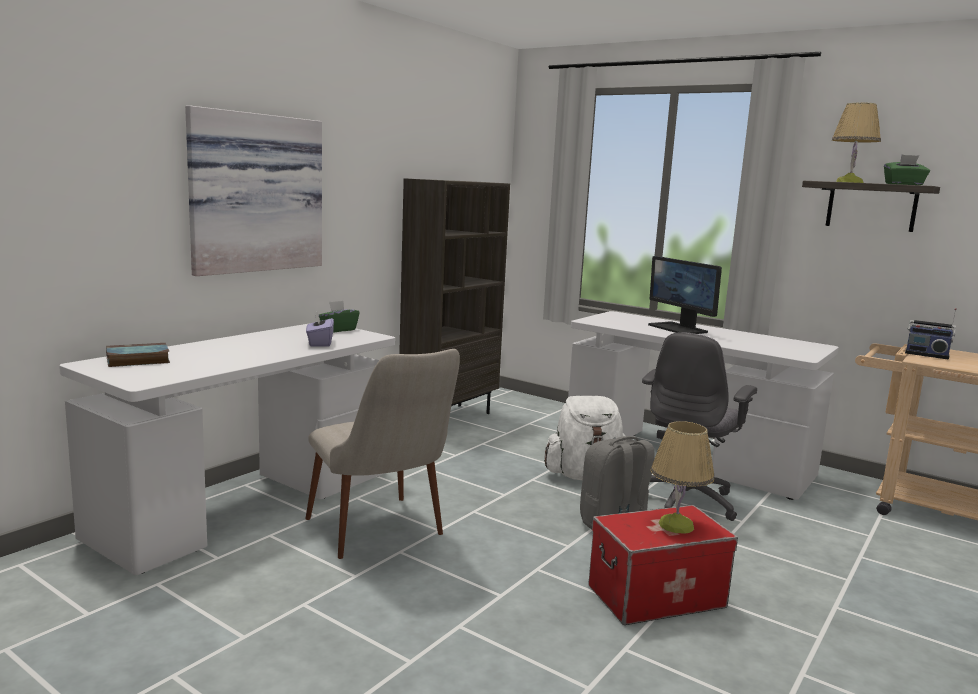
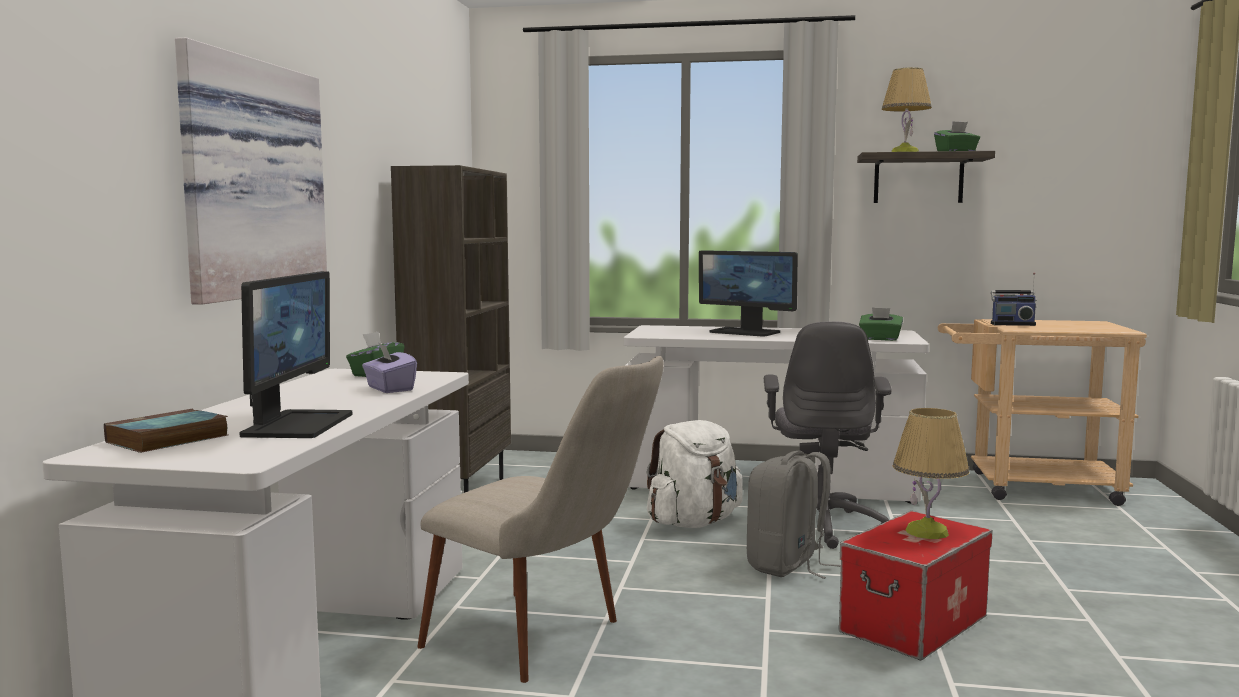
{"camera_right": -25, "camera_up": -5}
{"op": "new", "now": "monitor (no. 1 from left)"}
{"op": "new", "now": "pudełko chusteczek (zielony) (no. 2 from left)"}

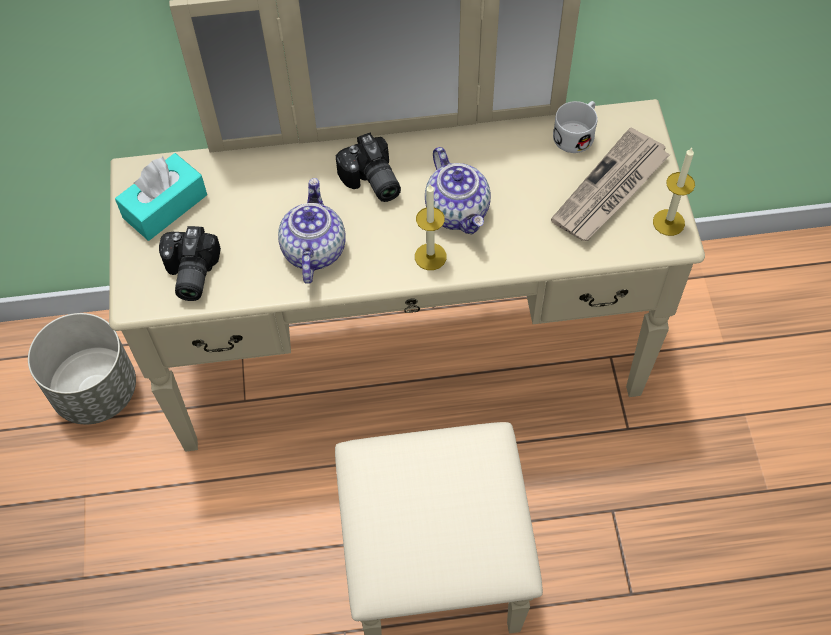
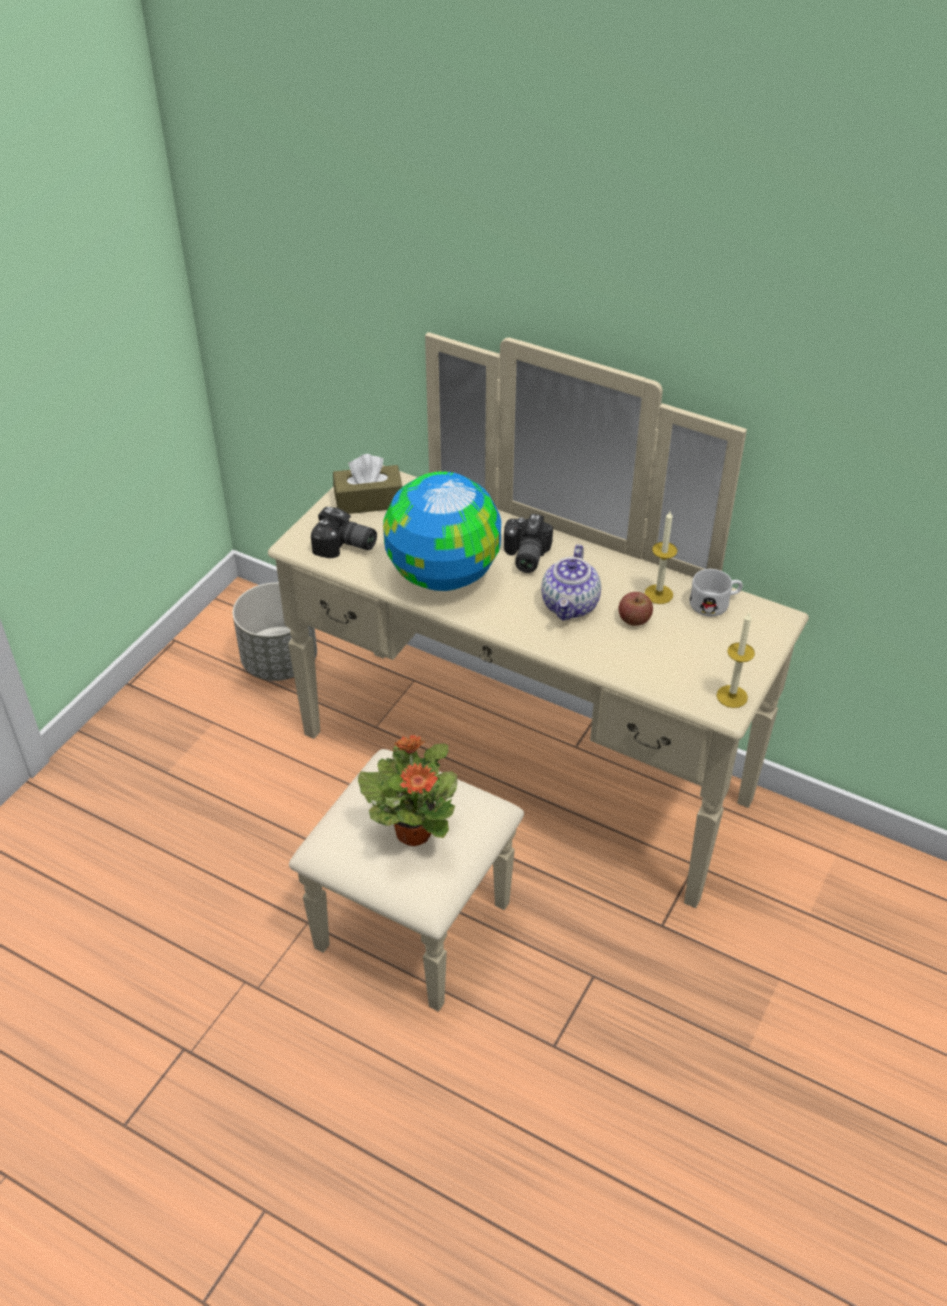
{"camera_right": 35, "camera_up": -15}
{"op": "gone", "was": "gazeta"}
{"op": "new", "now": "roślina doniczkowa"}
{"op": "new", "now": "jabłko"}
{"op": "shifted", "was": "świeca (no. 1 from left)"}
{"op": "swapped", "was": "imbryk (no. 1 from left)", "now": "globus"}
{"op": "repainted", "was": "pudełko chusteczek (turkusowy)", "now": "pudełko chusteczek (brązowy)"}
{"op": "rotated", "was": "aparat fotograficzny (no. 1 from left)", "clockwise": -105}

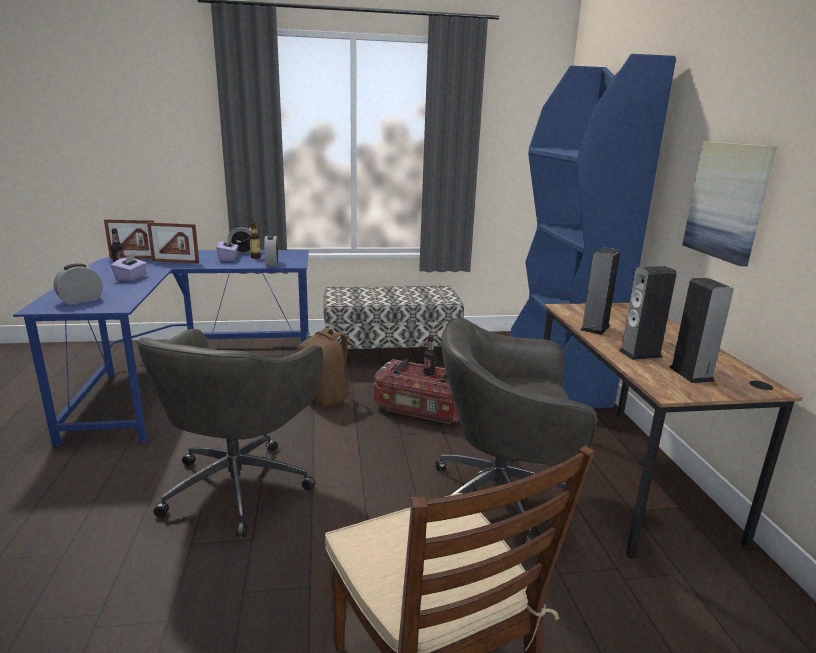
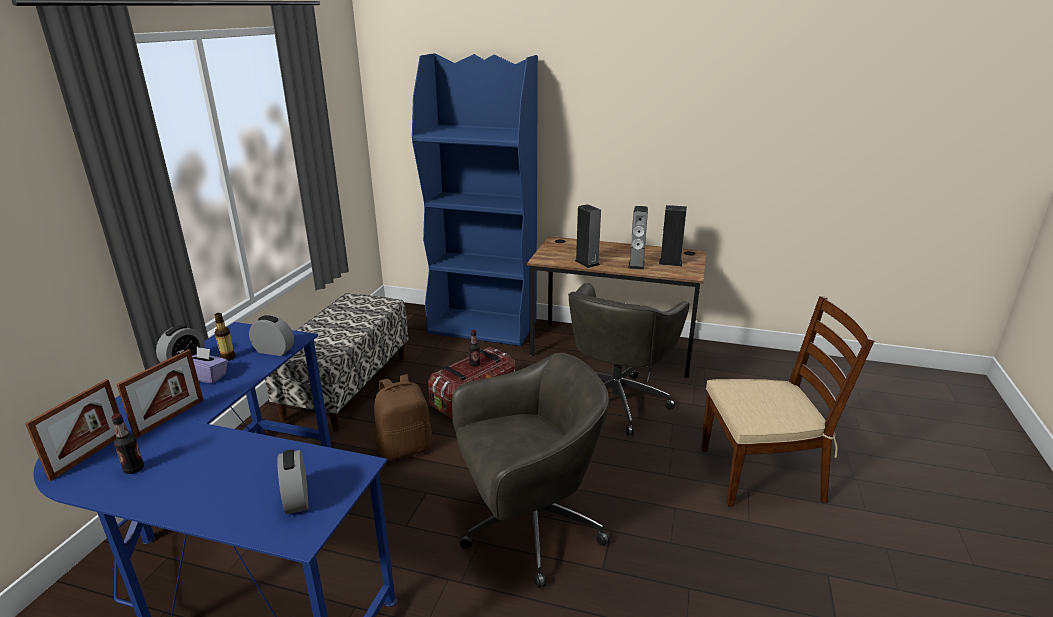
{"camera_right": -65, "camera_up": 5}
{"op": "gone", "was": "pudełko chusteczek (fioletowy) (no. 1 from left)"}
{"op": "gone", "was": "obraz"}
{"op": "rotated", "was": "krzesło biurowe (szary) (no. 1 from left)", "clockwise": -60}

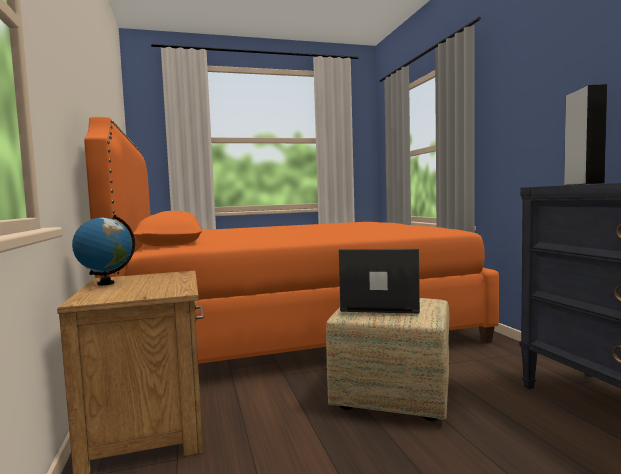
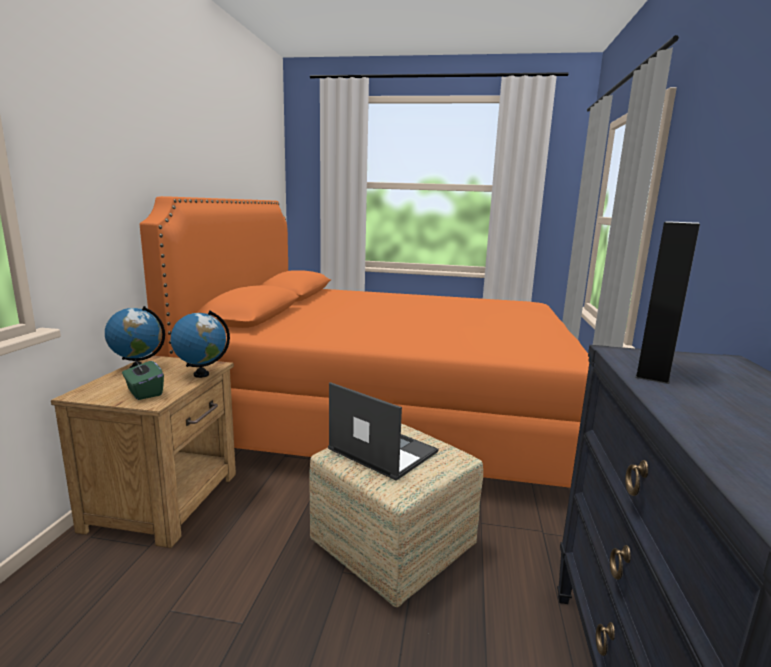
{"camera_right": 25, "camera_up": 10}
{"op": "new", "now": "pudełko chusteczek (zielony)"}
{"op": "new", "now": "globus (no. 2 from left)"}

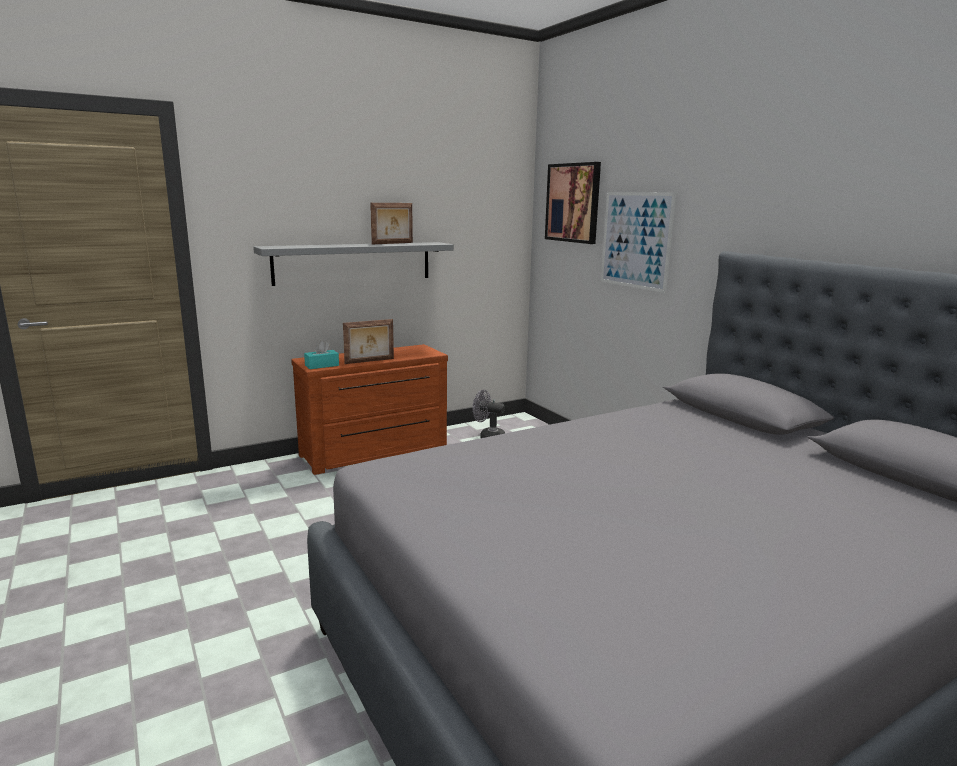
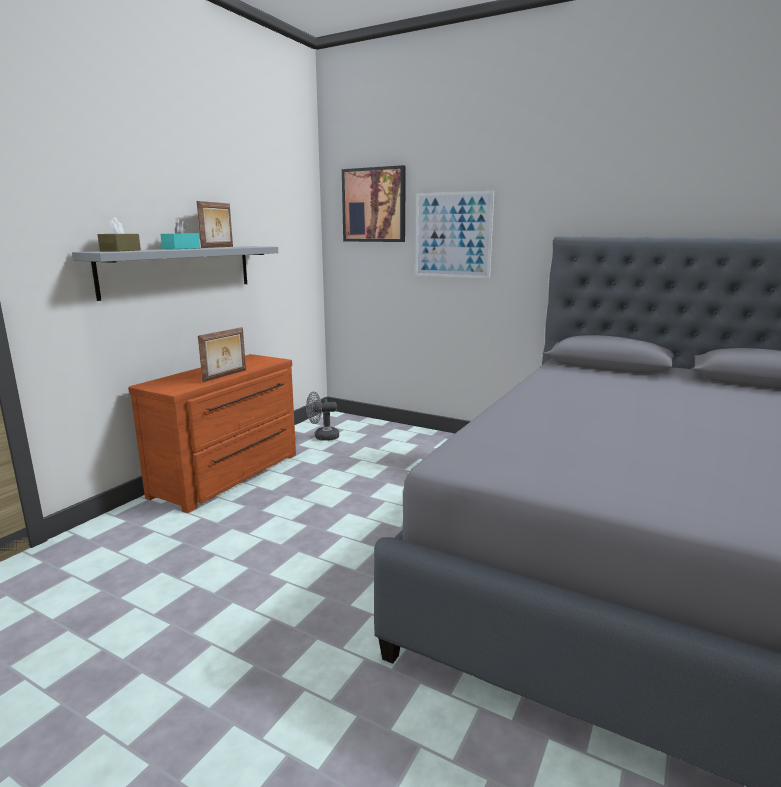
{"camera_right": -30, "camera_up": 0}
{"op": "new", "now": "pudełko chusteczek (brązowy)"}
{"op": "shifted", "was": "pudełko chusteczek (turkusowy)"}

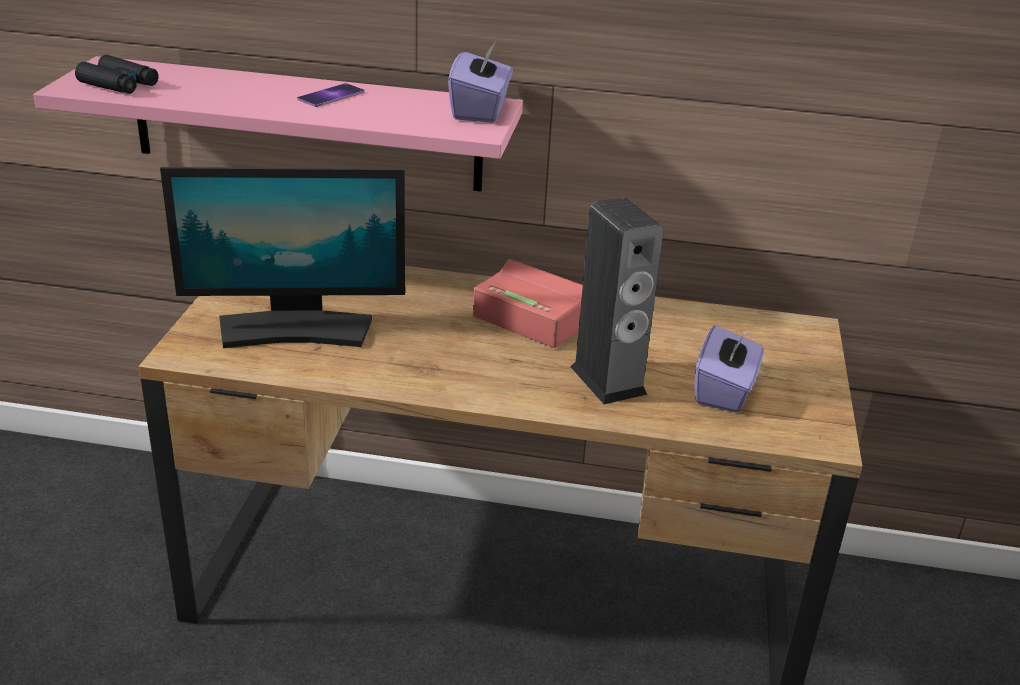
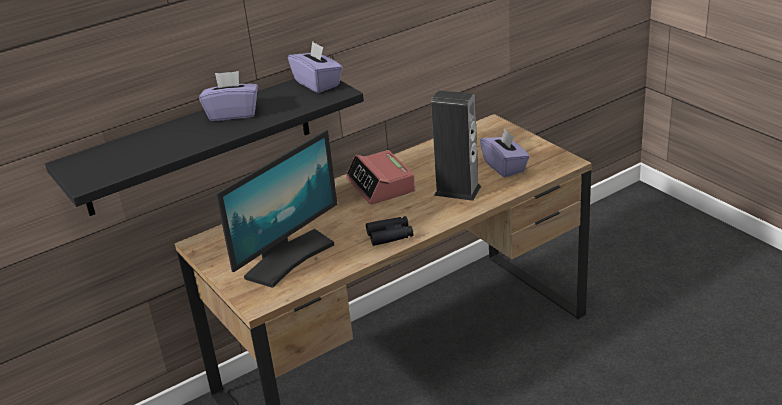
{"camera_right": -40, "camera_up": 0}
{"op": "shifted", "was": "lornetka (czarny)"}
{"op": "swapped", "was": "telefon", "now": "pudełko chusteczek (fioletowy) (no. 1 from left)"}
{"op": "repainted", "was": "półka (różowy)", "now": "półka (czarny)"}
{"op": "rotated", "was": "budzik", "clockwise": -105}

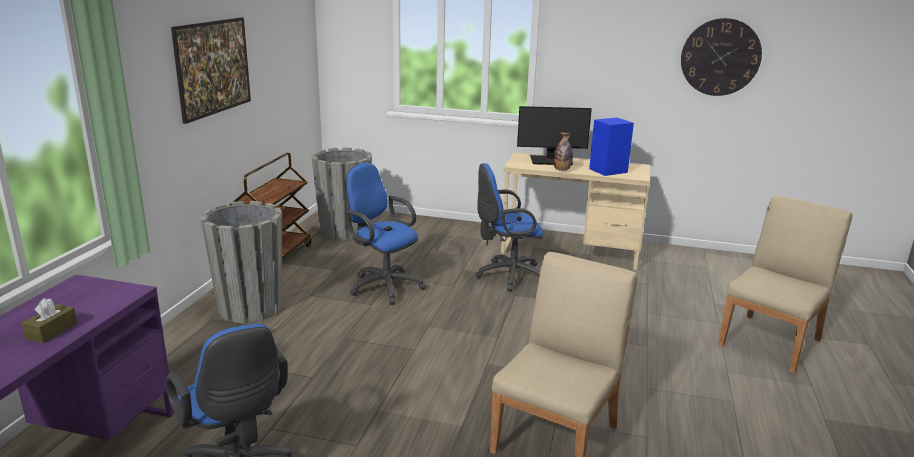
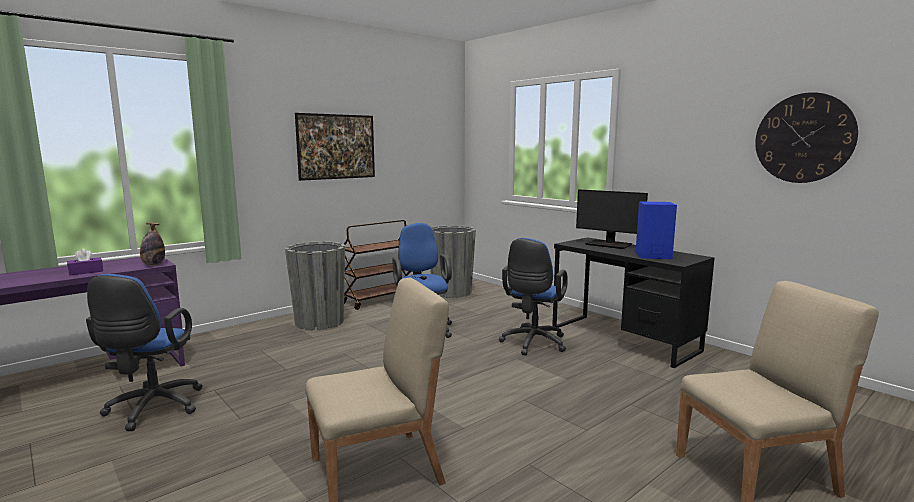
{"camera_right": 35, "camera_up": -10}
{"op": "shifted", "was": "butelka"}
{"op": "repainted", "was": "pudełko chusteczek (brązowy)", "now": "pudełko chusteczek (fioletowy)"}
{"op": "repainted", "was": "biurko (beżowy)", "now": "biurko (czarny)"}
{"op": "rotated", "was": "krzesło biurowe (niebieski) (no. 3 from left)", "clockwise": -90}

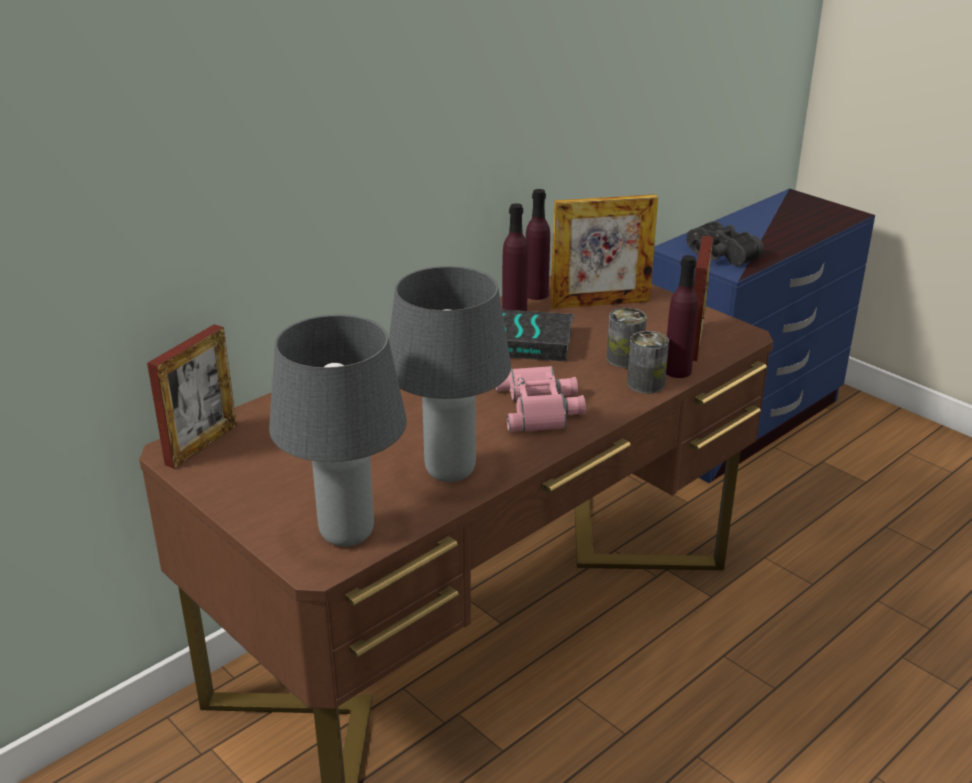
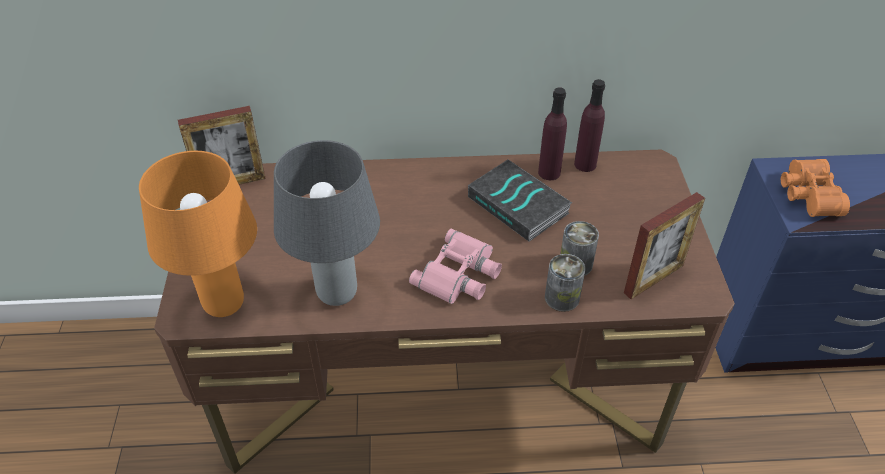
{"camera_right": 40, "camera_up": 15}
{"op": "gone", "was": "ramka na zdjęcie (no. 2 from left)"}
{"op": "gone", "was": "butelka (fioletowy) (no. 3 from left)"}
{"op": "repainted", "was": "lampa stołowa (szary) (no. 1 from left)", "now": "lampa stołowa (pomarańczowy)"}
{"op": "repainted", "was": "lornetka (czarny)", "now": "lornetka (pomarańczowy)"}

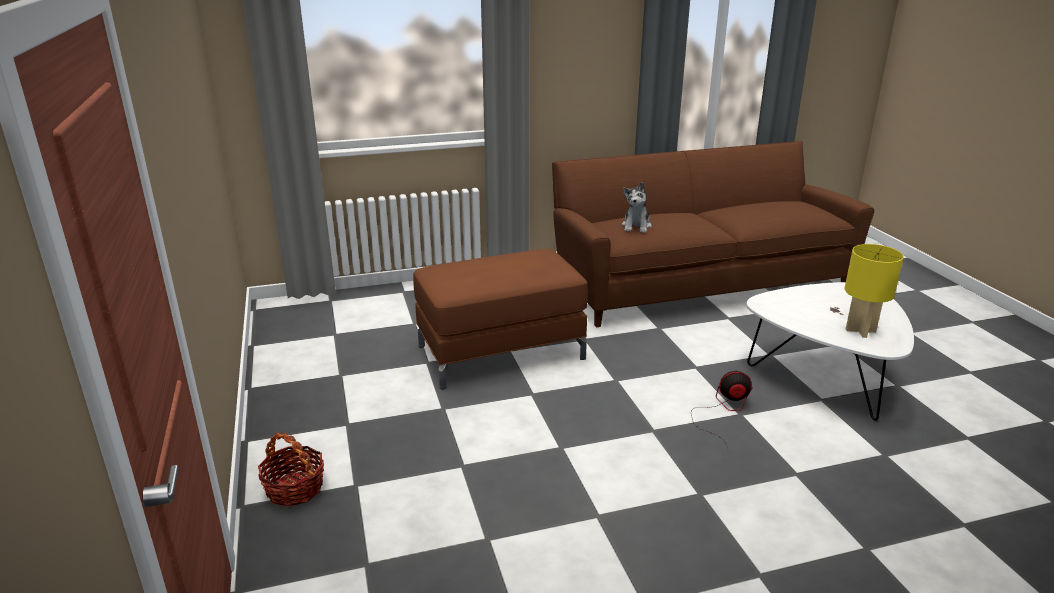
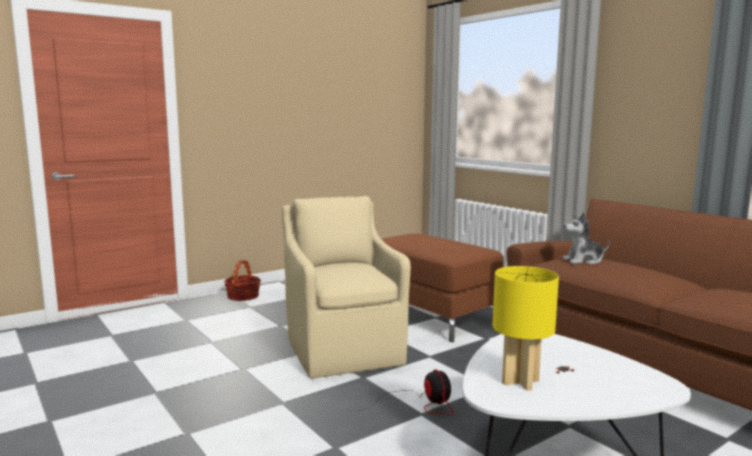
{"camera_right": 70, "camera_up": -15}
{"op": "new", "now": "fotel (beżowy)"}

